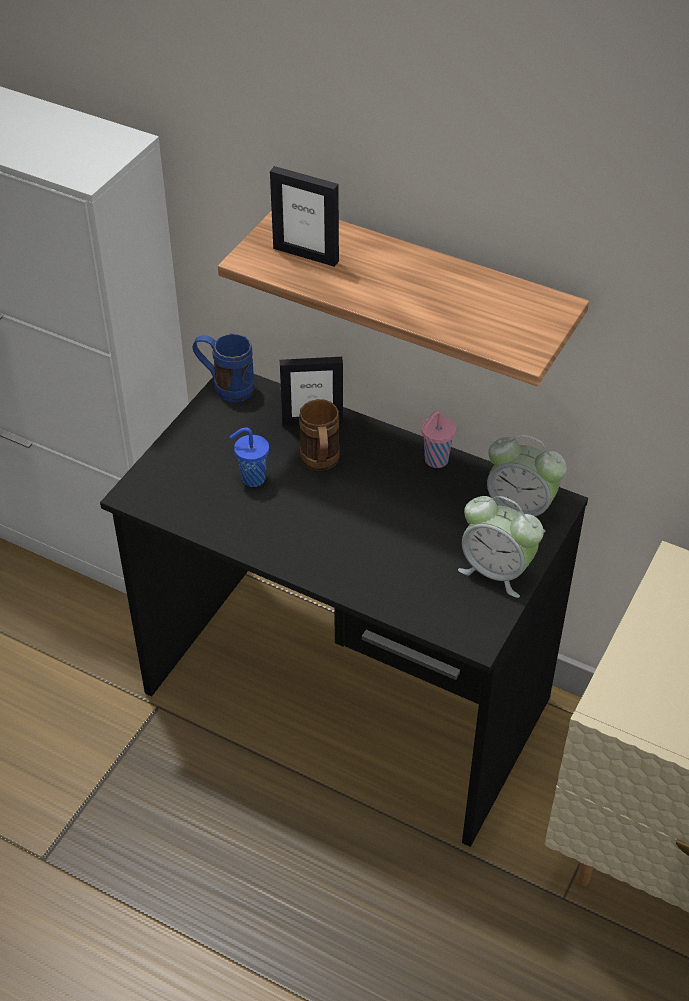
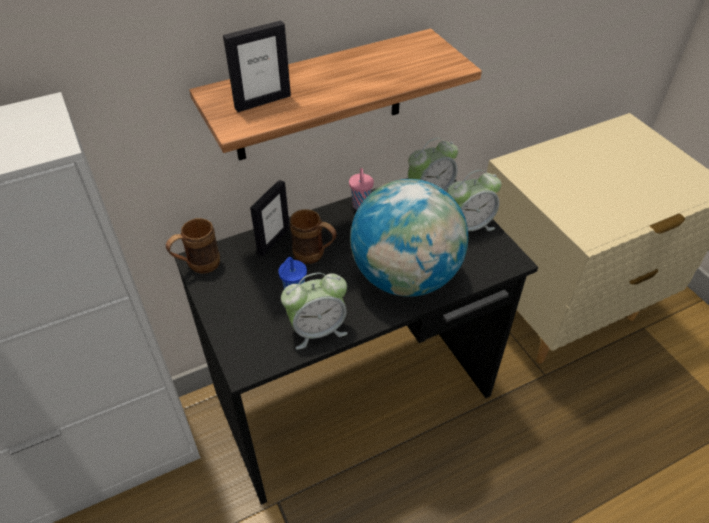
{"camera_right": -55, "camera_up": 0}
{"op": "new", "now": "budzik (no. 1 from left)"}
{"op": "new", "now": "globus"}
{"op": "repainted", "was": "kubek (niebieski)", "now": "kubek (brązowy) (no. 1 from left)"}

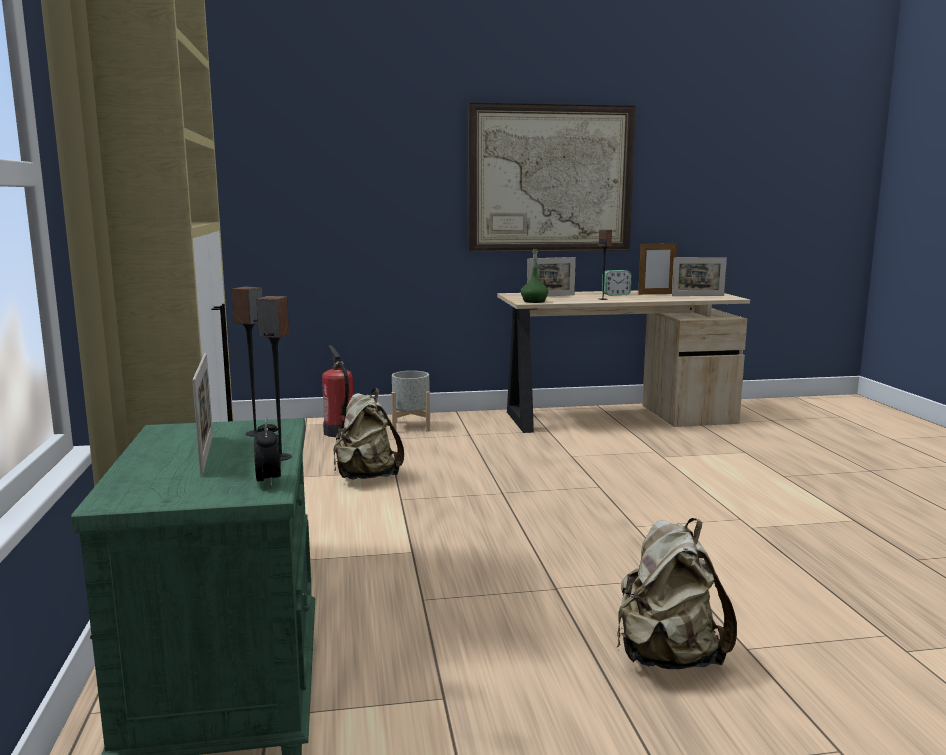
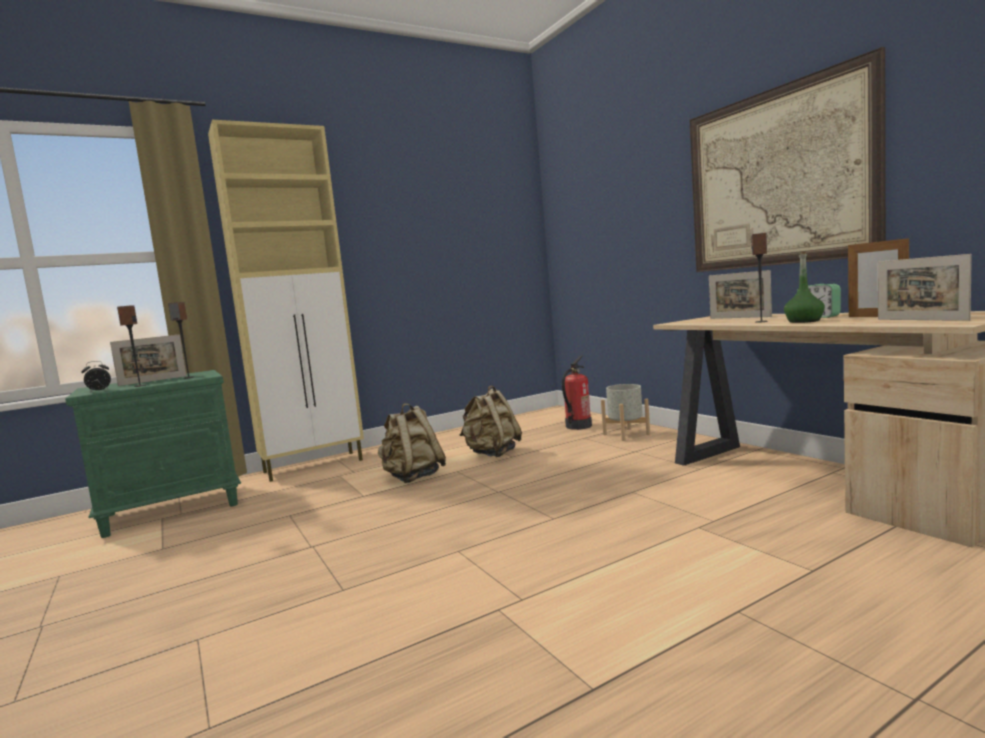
{"camera_right": 70, "camera_up": -5}
{"op": "shifted", "was": "butelka (zielony)"}
{"op": "shifted", "was": "plecak (beżowy) (no. 2 from left in the first image)", "now": "plecak (beżowy) (no. 1 from left)"}

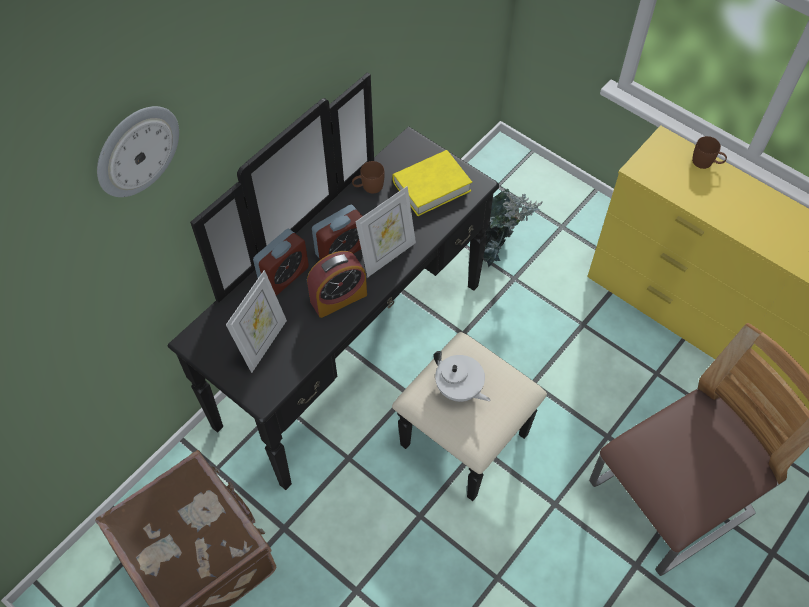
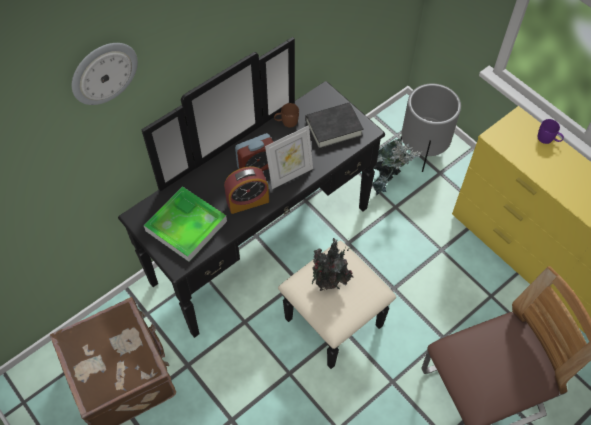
{"camera_right": 10, "camera_up": 0}
{"op": "gone", "was": "budzik (no. 1 from left)"}
{"op": "new", "now": "donica (szary)"}
{"op": "swapped", "was": "ramka na zdjęcie (no. 1 from left)", "now": "taca"}
{"op": "swapped", "was": "imbryk (biały)", "now": "roślina doniczkowa (no. 1 from left)"}
{"op": "repainted", "was": "książka (żółty)", "now": "książka (czarny)"}
{"op": "repainted", "was": "kubek (brązowy) (no. 2 from left)", "now": "kubek (fioletowy)"}

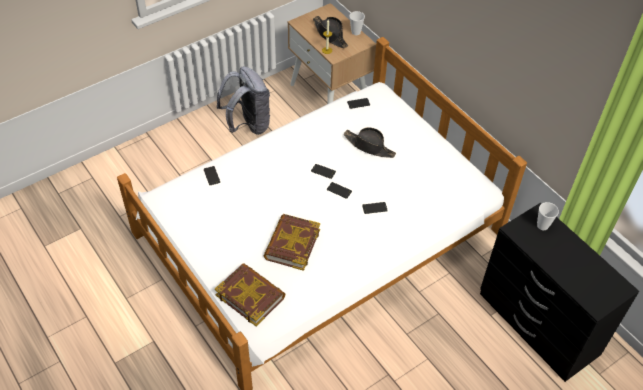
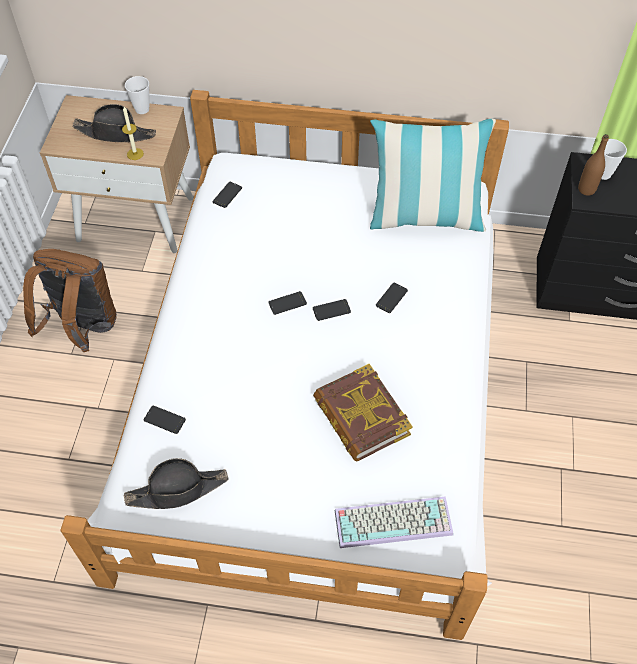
{"camera_right": -45, "camera_up": 5}
{"op": "new", "now": "poduszka"}
{"op": "new", "now": "butelka (brązowy)"}
{"op": "shifted", "was": "kapelusz (czarny) (no. 2 from left)"}
{"op": "swapped", "was": "książka (no. 1 from left)", "now": "klawiatura"}
{"op": "repainted", "was": "plecak (szary)", "now": "plecak (brązowy)"}

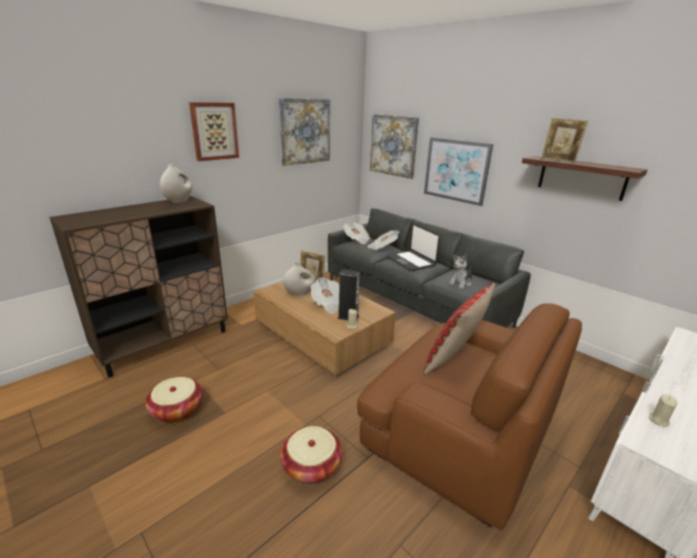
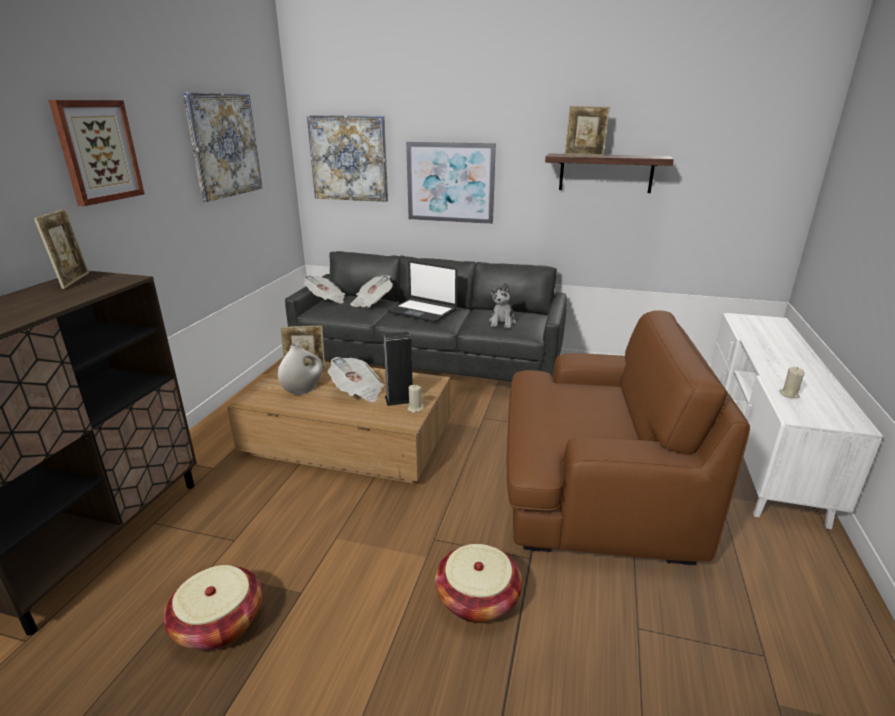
{"camera_right": -30, "camera_up": 0}
{"op": "gone", "was": "poduszka"}
{"op": "swapped", "was": "wazon (biały) (no. 1 from left)", "now": "ramka na zdjęcie (no. 1 from left)"}

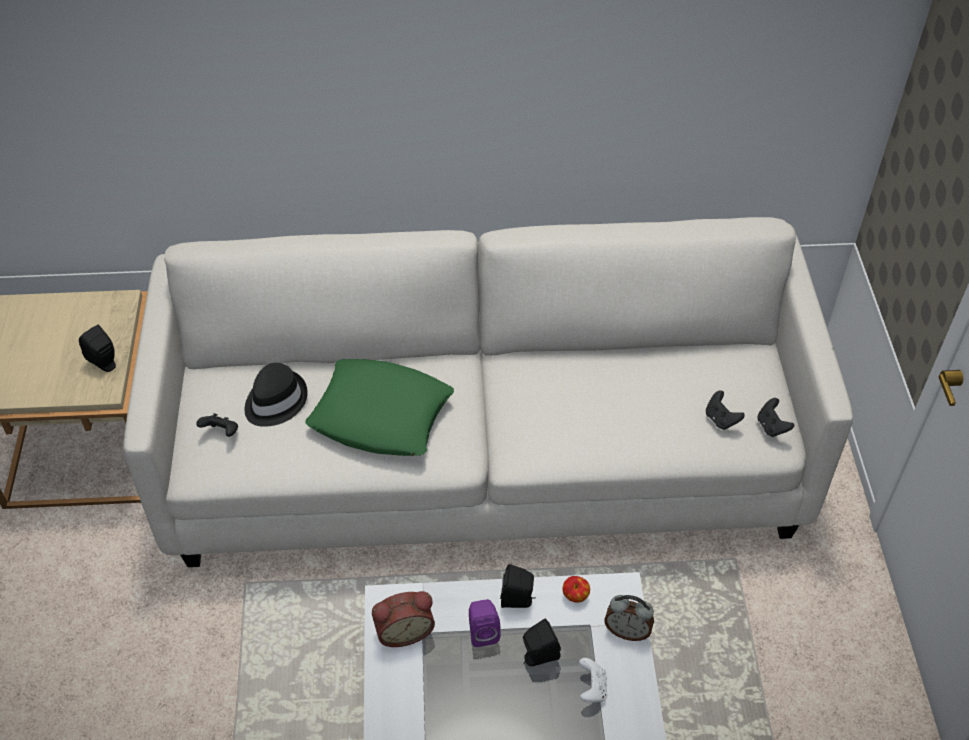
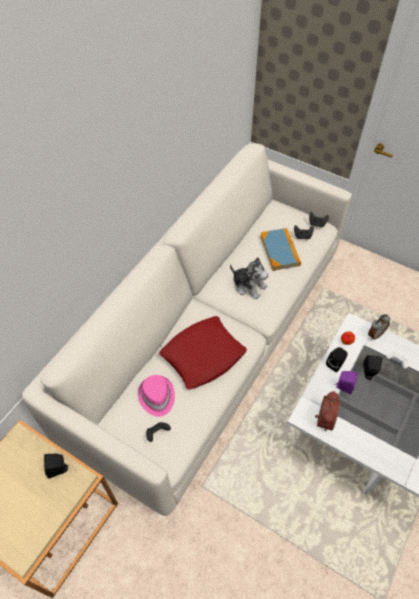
{"camera_right": -55, "camera_up": 5}
{"op": "new", "now": "pluszak"}
{"op": "new", "now": "książka"}
{"op": "repainted", "was": "kapelusz (czarny)", "now": "kapelusz (różowy)"}
{"op": "repainted", "was": "poduszka (zielony)", "now": "poduszka (czerwony)"}

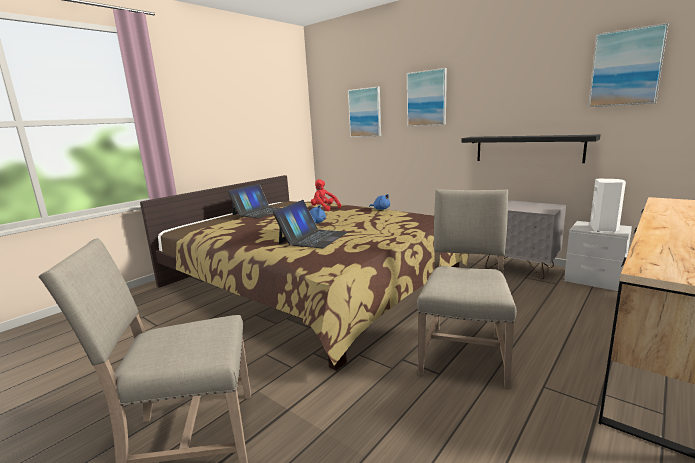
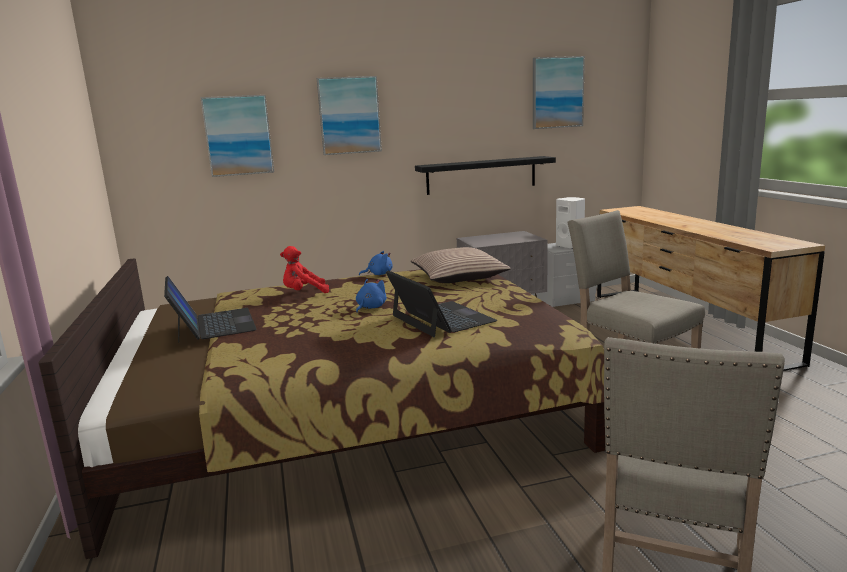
{"camera_right": -55, "camera_up": 0}
{"op": "new", "now": "poduszka"}

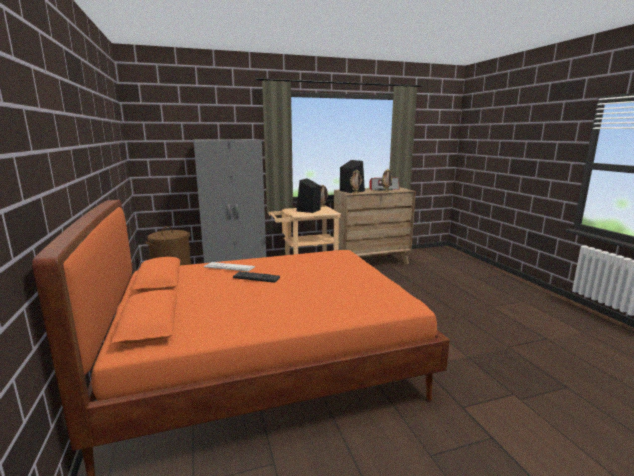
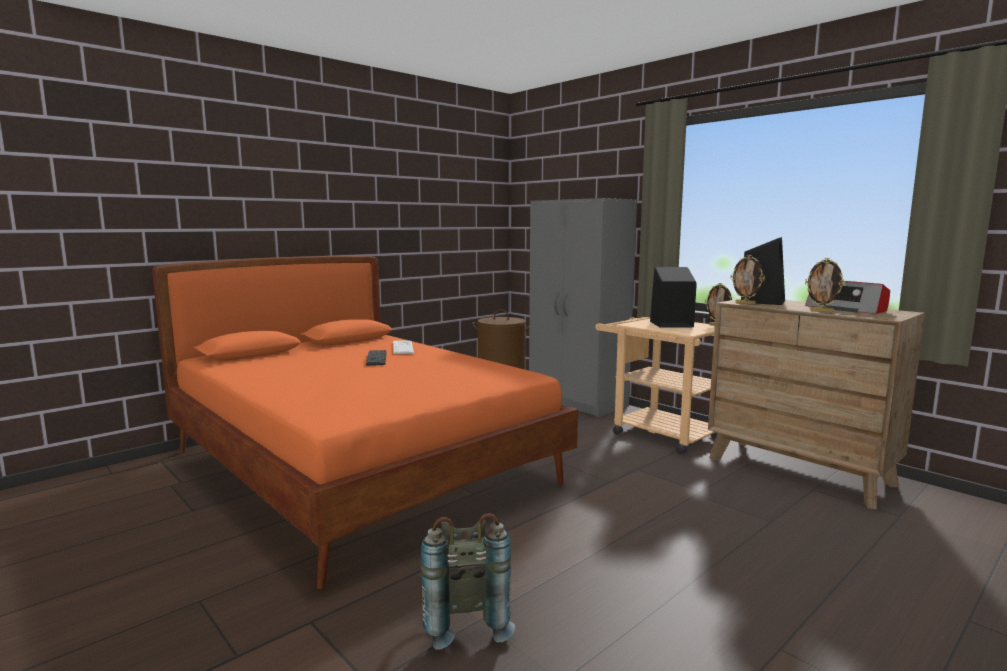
{"camera_right": 65, "camera_up": -5}
{"op": "new", "now": "plecak (szary)"}

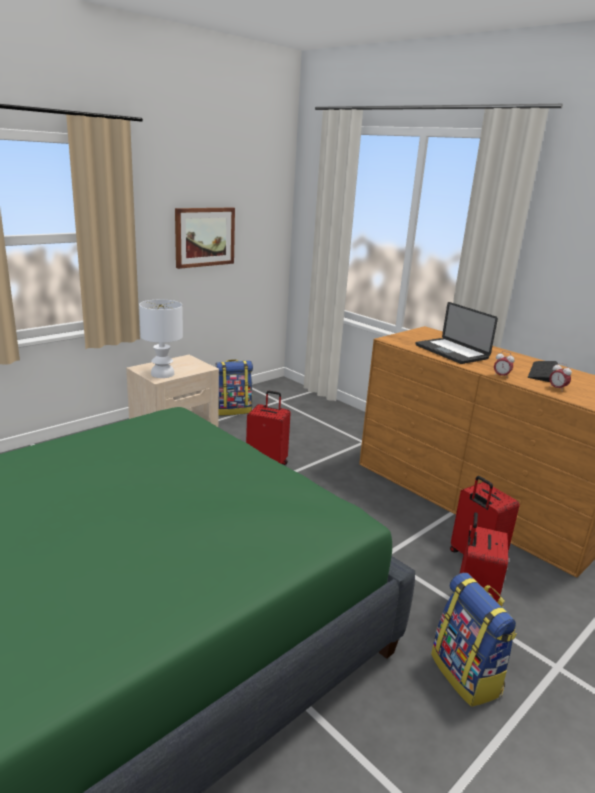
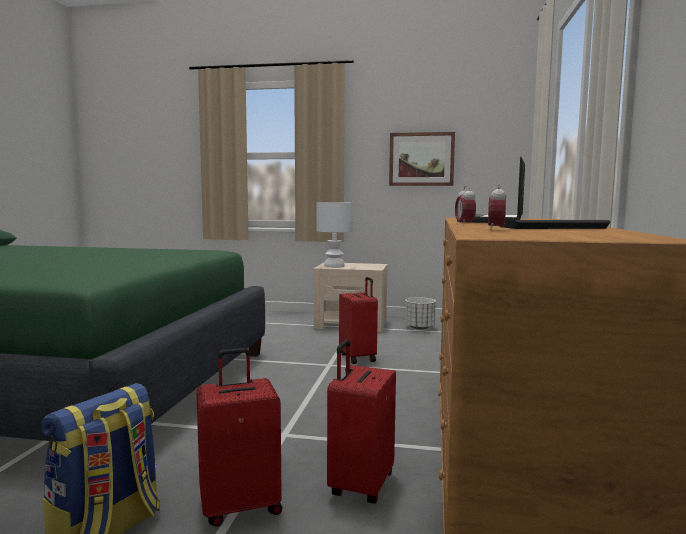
{"camera_right": 55, "camera_up": -15}
{"op": "swapped", "was": "plecak (no. 1 from left)", "now": "donica (biały)"}

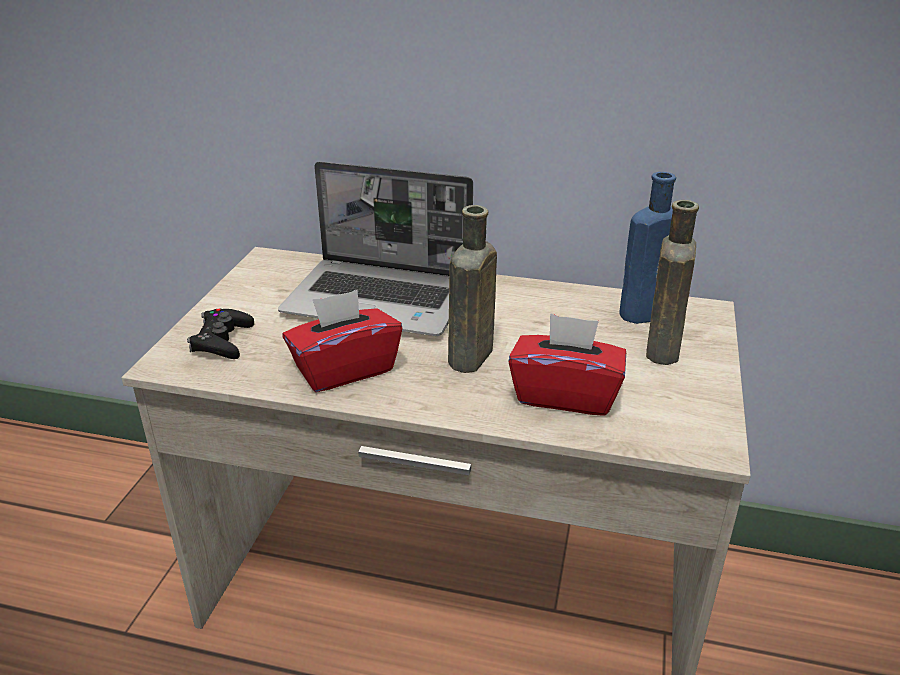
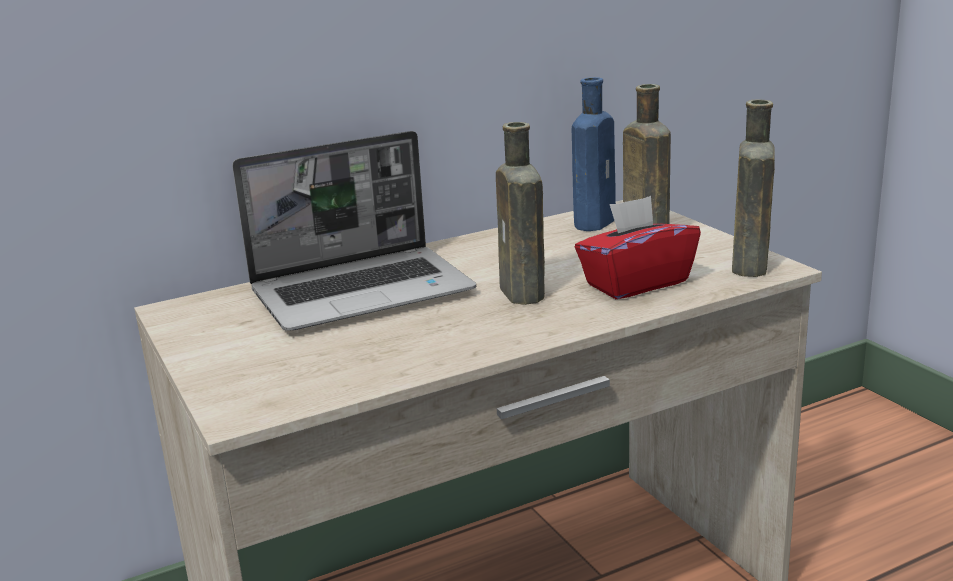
{"camera_right": -40, "camera_up": -10}
{"op": "gone", "was": "pad do gier (czarny)"}
{"op": "gone", "was": "pudełko chusteczek (czerwony) (no. 1 from left)"}
{"op": "new", "now": "butelka (brązowy) (no. 3 from left)"}

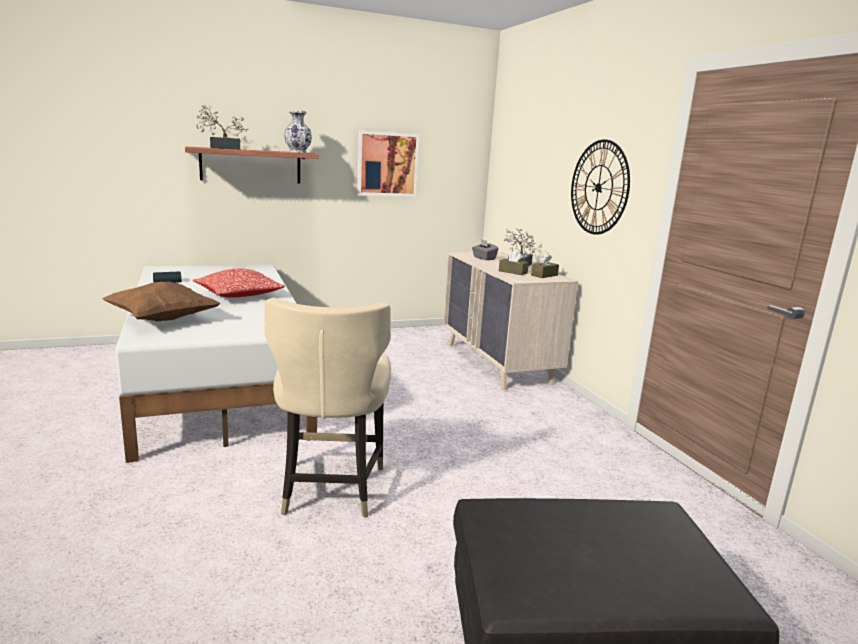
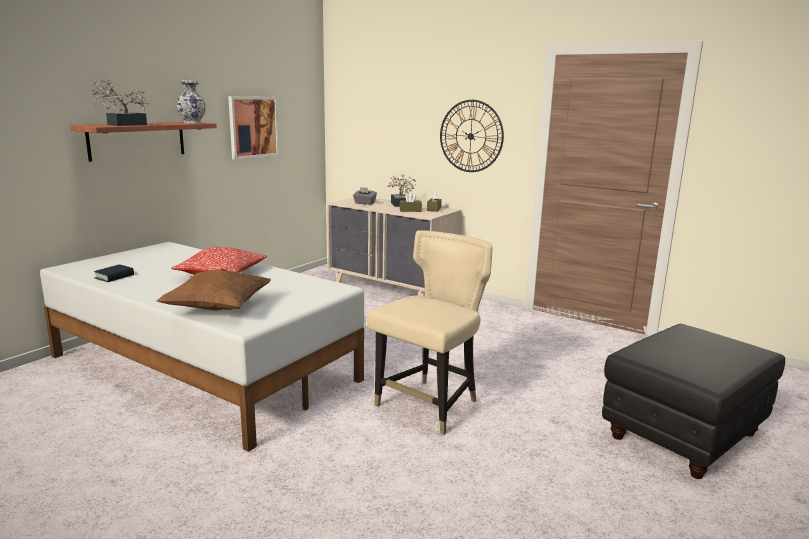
{"camera_right": -35, "camera_up": 0}
{"op": "rotated", "was": "krzesło (beżowy)", "clockwise": -105}

